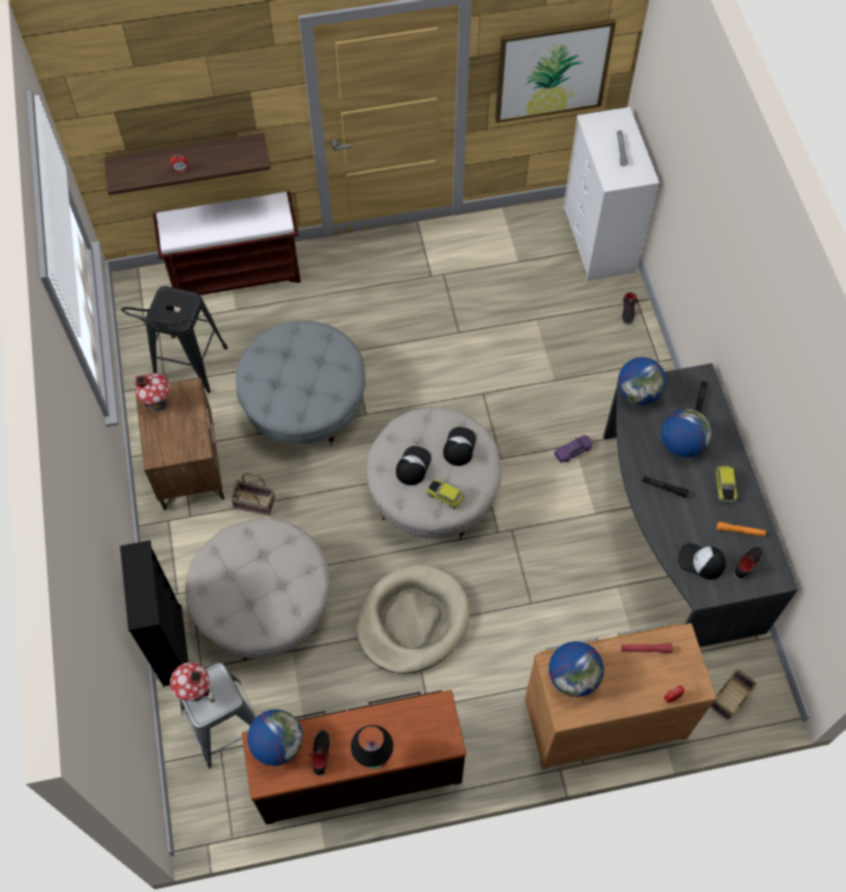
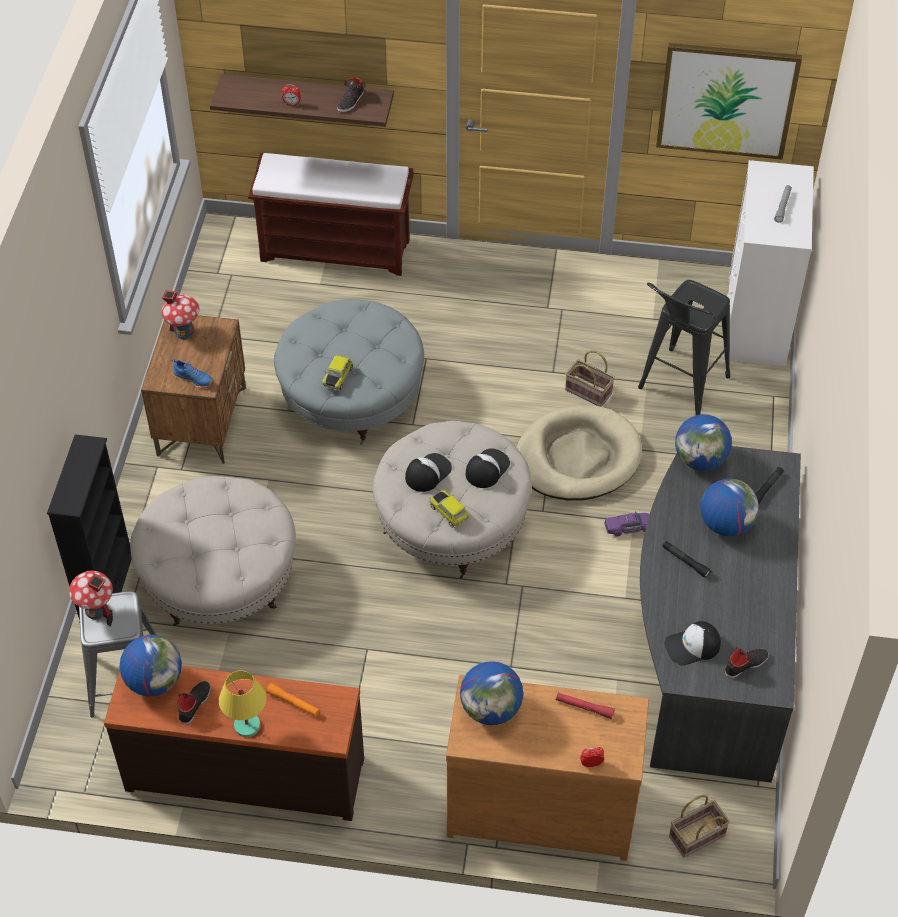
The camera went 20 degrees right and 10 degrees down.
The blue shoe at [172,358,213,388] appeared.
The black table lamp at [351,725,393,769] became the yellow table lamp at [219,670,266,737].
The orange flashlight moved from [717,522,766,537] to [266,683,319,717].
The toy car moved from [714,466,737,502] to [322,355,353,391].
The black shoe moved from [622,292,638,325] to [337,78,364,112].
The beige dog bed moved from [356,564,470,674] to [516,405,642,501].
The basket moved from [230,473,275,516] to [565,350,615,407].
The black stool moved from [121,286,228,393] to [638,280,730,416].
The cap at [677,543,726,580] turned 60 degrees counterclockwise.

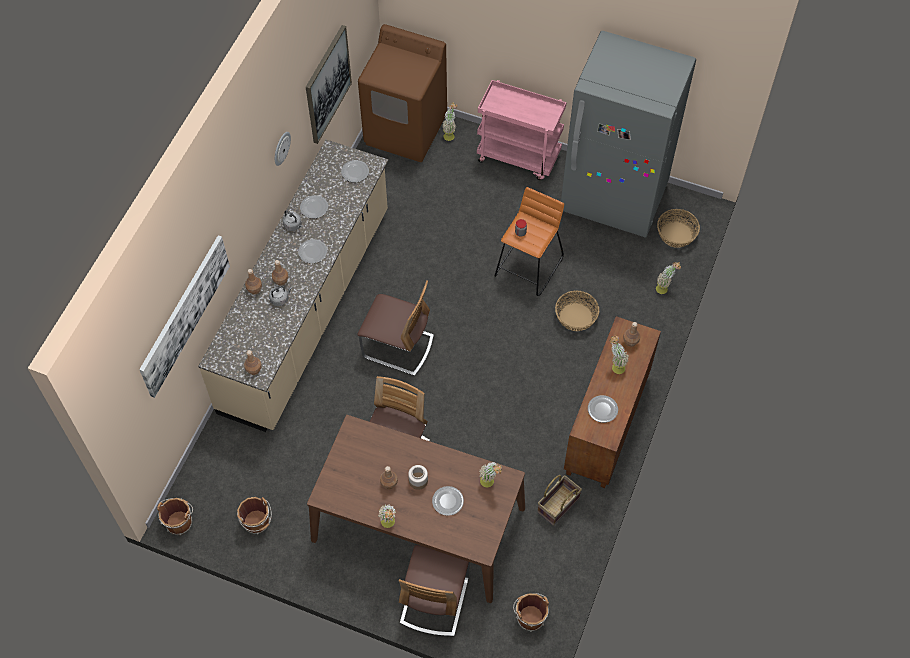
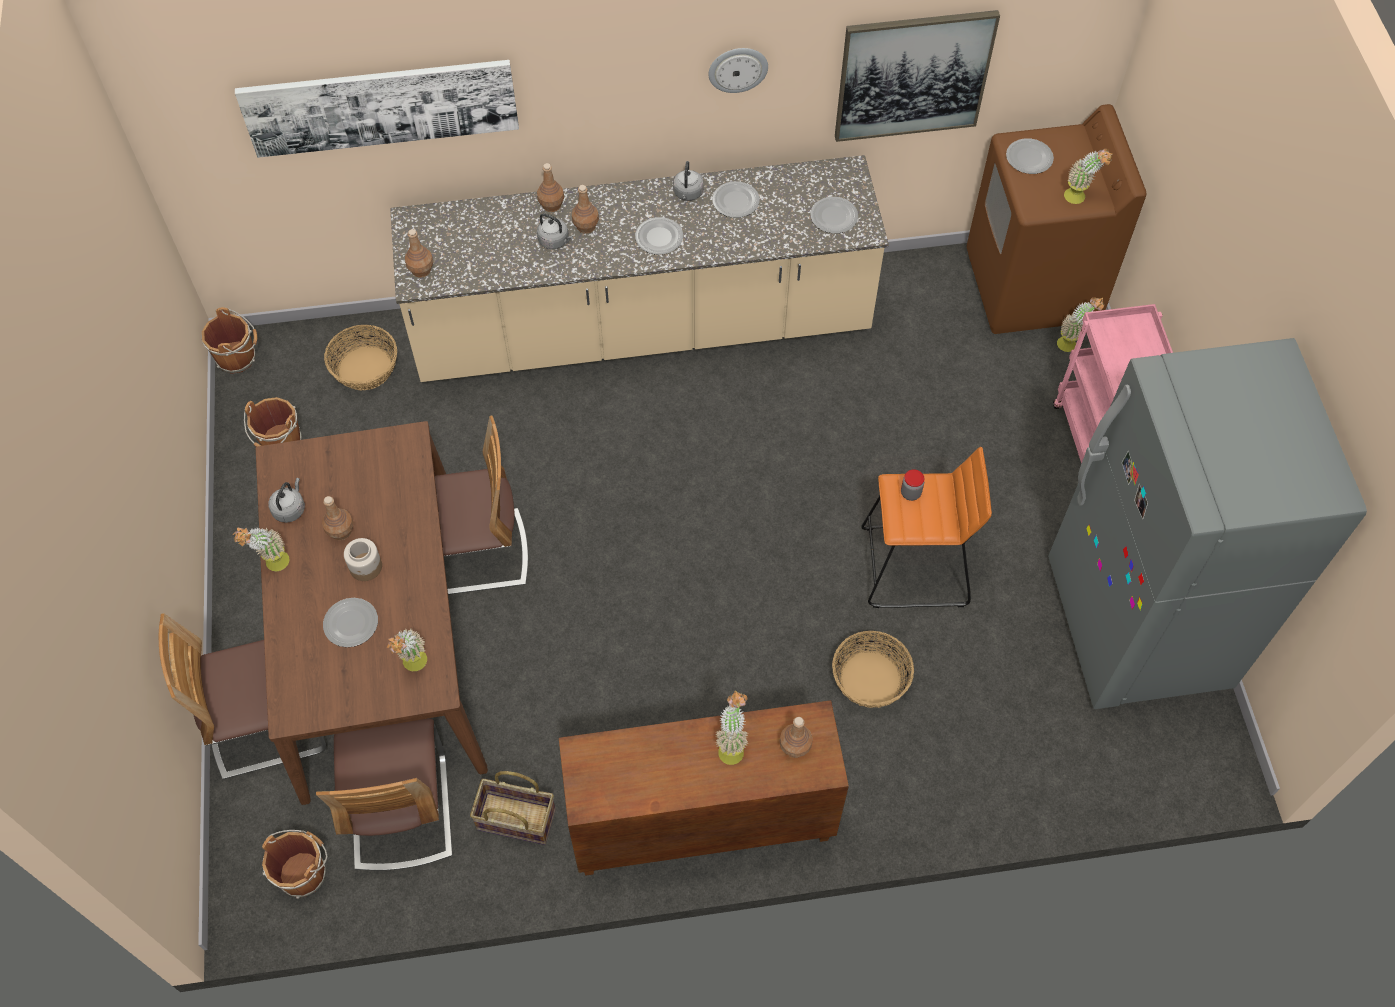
The camera went 60 degrees right and 0 degrees up.
The grey kettle at [269,478,305,523] appeared.
The chair moved from [357,280,434,376] to [316,719,452,871].
The basket moved from [657,209,700,248] to [324,325,397,390].
The plate moved from [588,395,618,423] to [1006,138,1054,174].
The potted plant moved from [656,262,681,294] to [1064,149,1112,204].

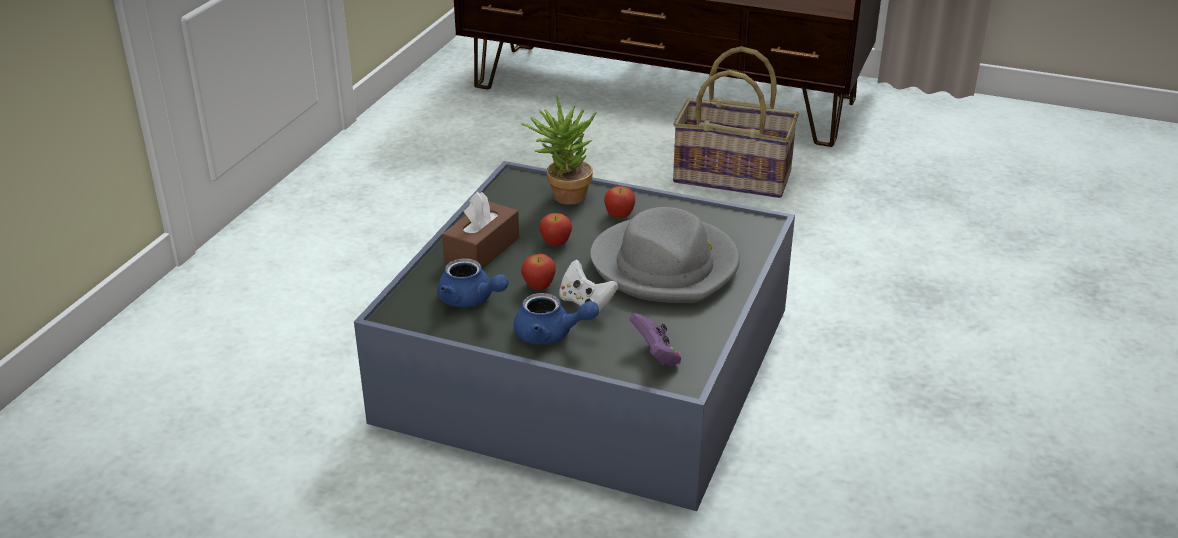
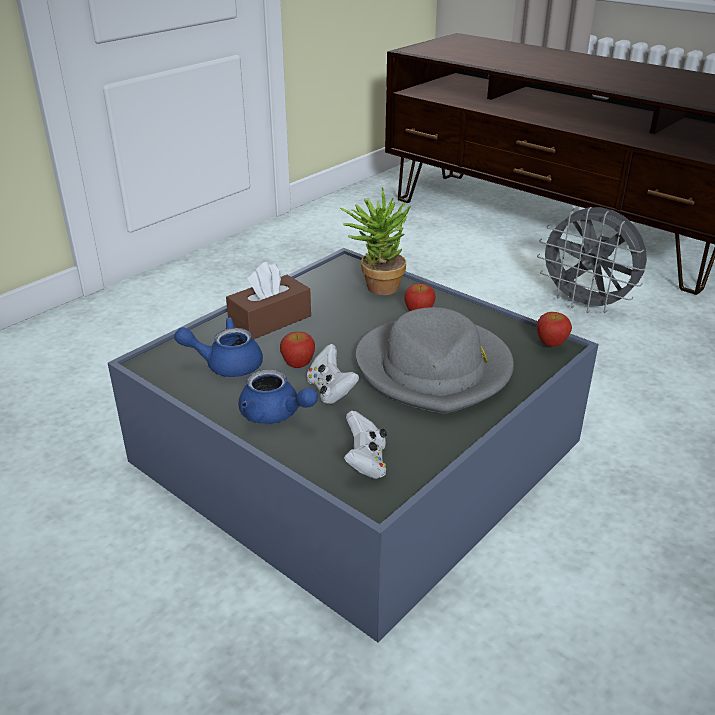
The camera went 20 degrees right and 0 degrees up.
The blue teapot at [437,258,509,307] turned 120 degrees clockwise.
The purple game controller at [629,313,681,367] became the white game controller at [344,411,387,479].
The apple moved from [539,213,572,246] to [536,312,572,347].
The basket at [673,46,799,198] was replaced by the grey fan at [537,207,647,313].

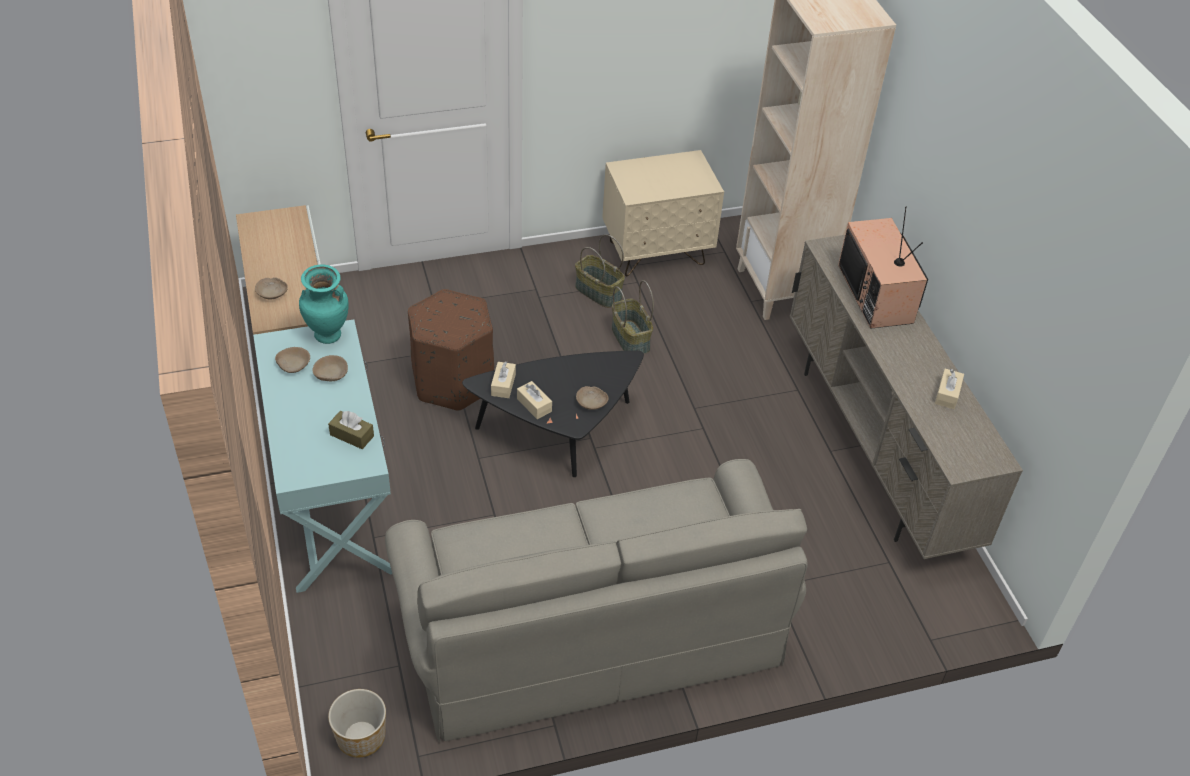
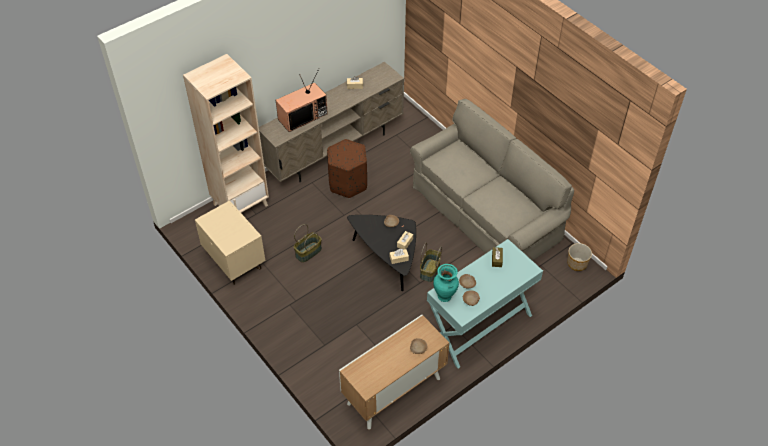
The camera went 110 degrees left and 5 degrees up.
The brown ottoman moved from [408,289,494,411] to [327,139,367,198].
The basket moved from [575,234,625,308] to [420,242,442,282].

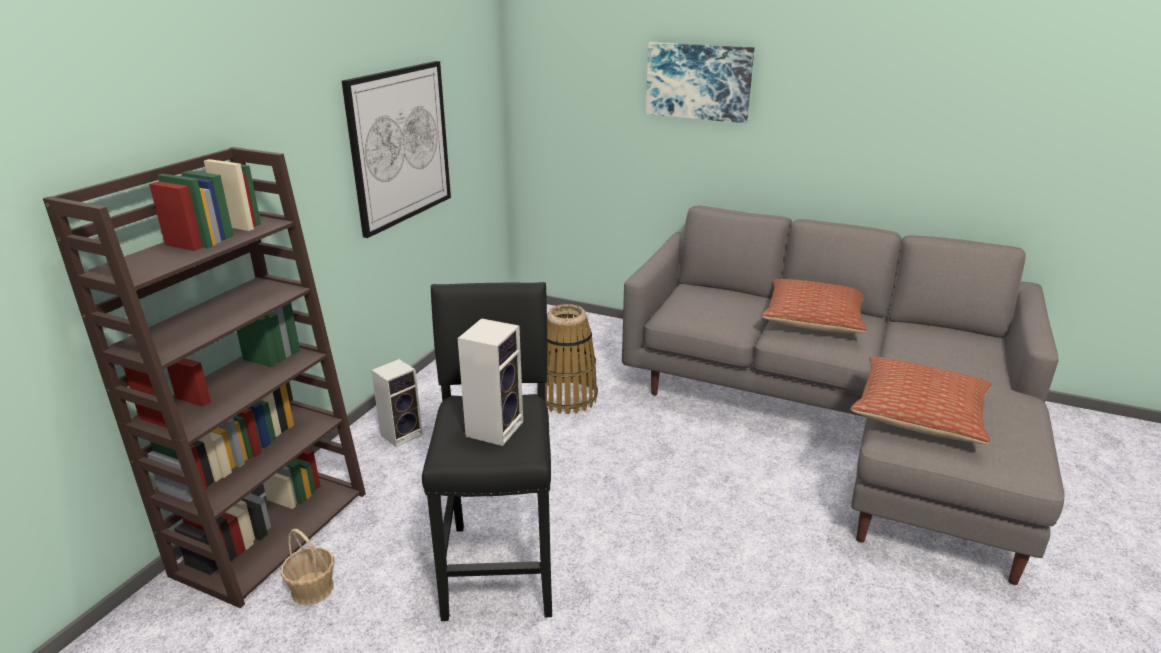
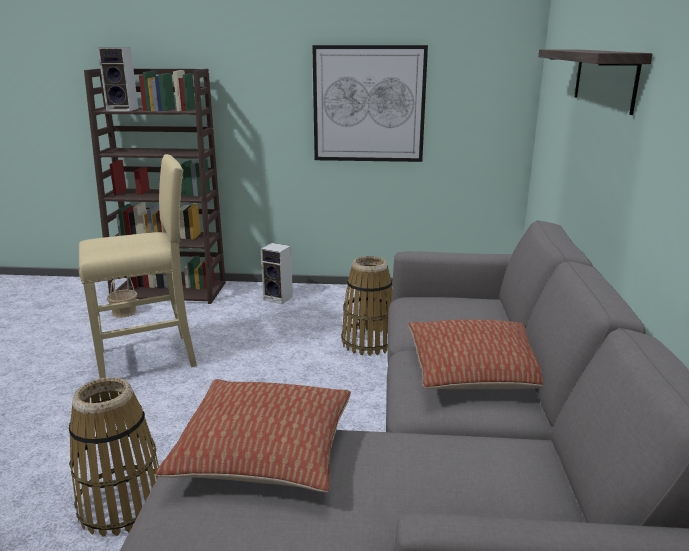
The camera went 70 degrees right and 5 degrees down.
The basket at [69,377,159,537] appeared.
The black stool at [422,282,552,621] became the beige stool at [79,154,197,379].
The speaker moved from [458,318,523,446] to [97,47,138,111].
The picture at [646,42,754,123] was replaced by the shelf at [538,49,652,115].

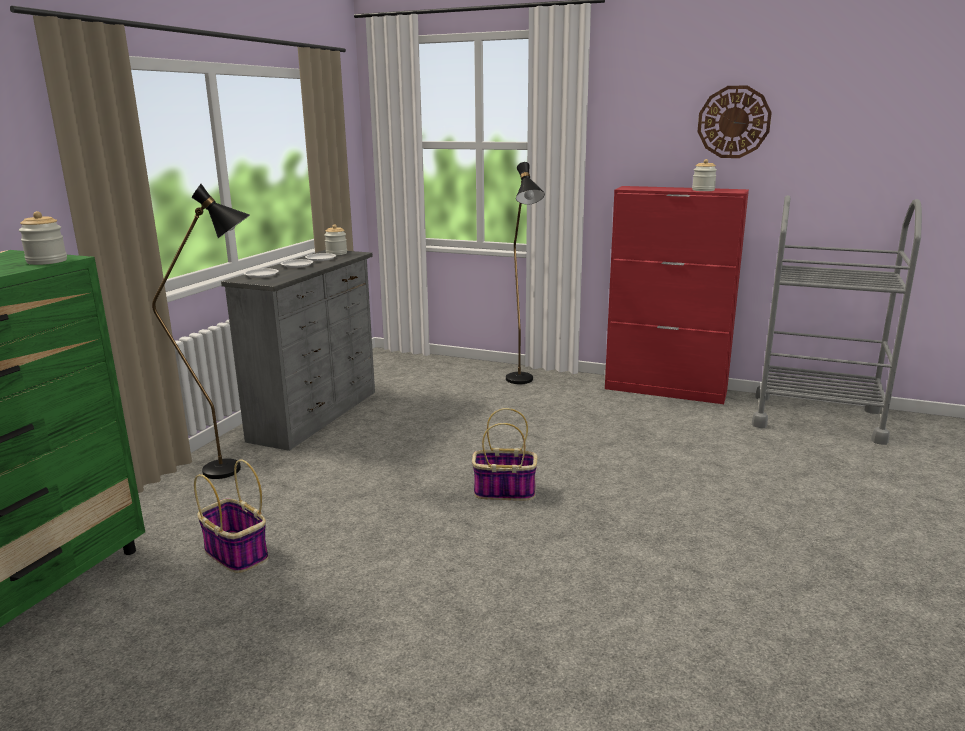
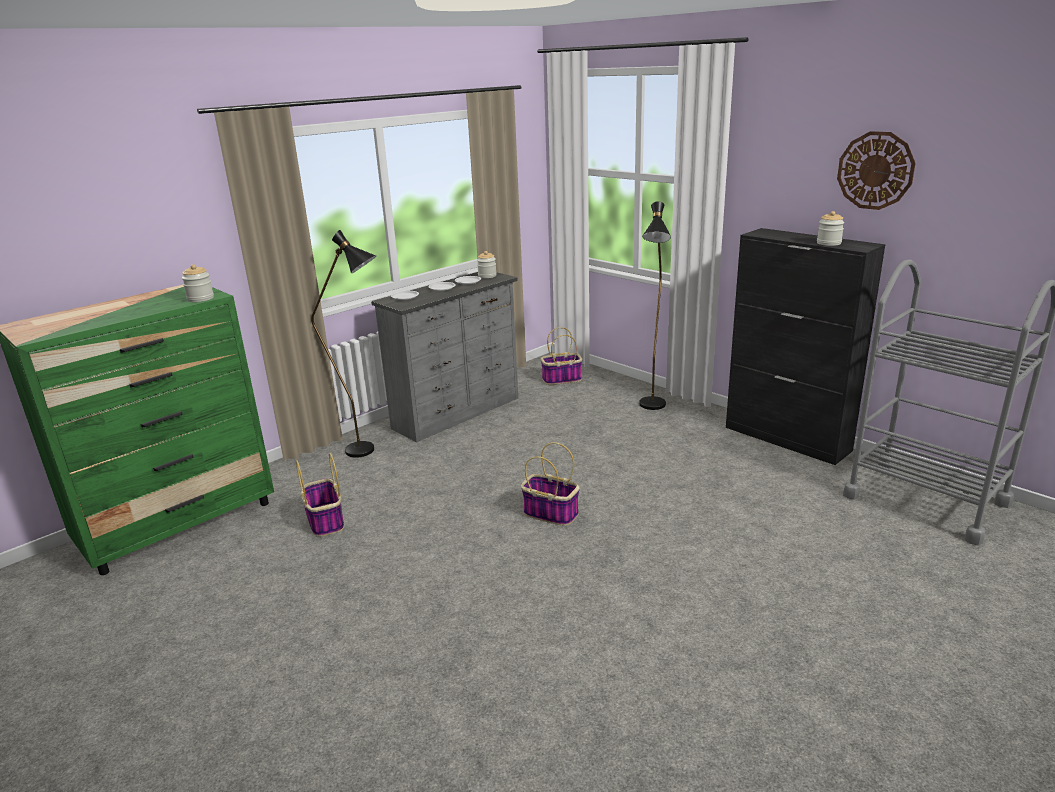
The camera went 25 degrees right and 5 degrees up.
The basket at [541,327,582,385] appeared.
The red cabinet at [605,186,749,404] became the black cabinet at [726,228,886,465].

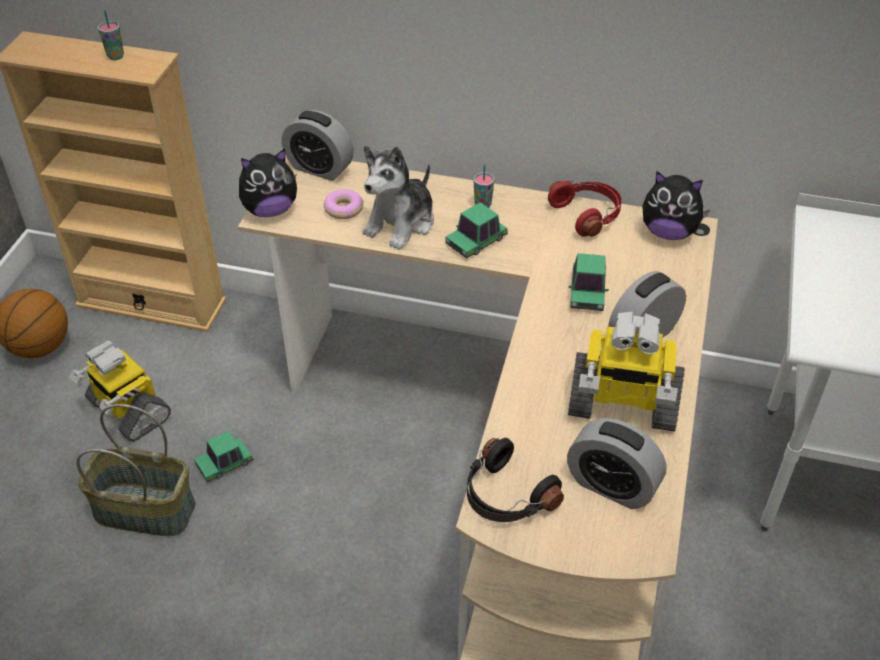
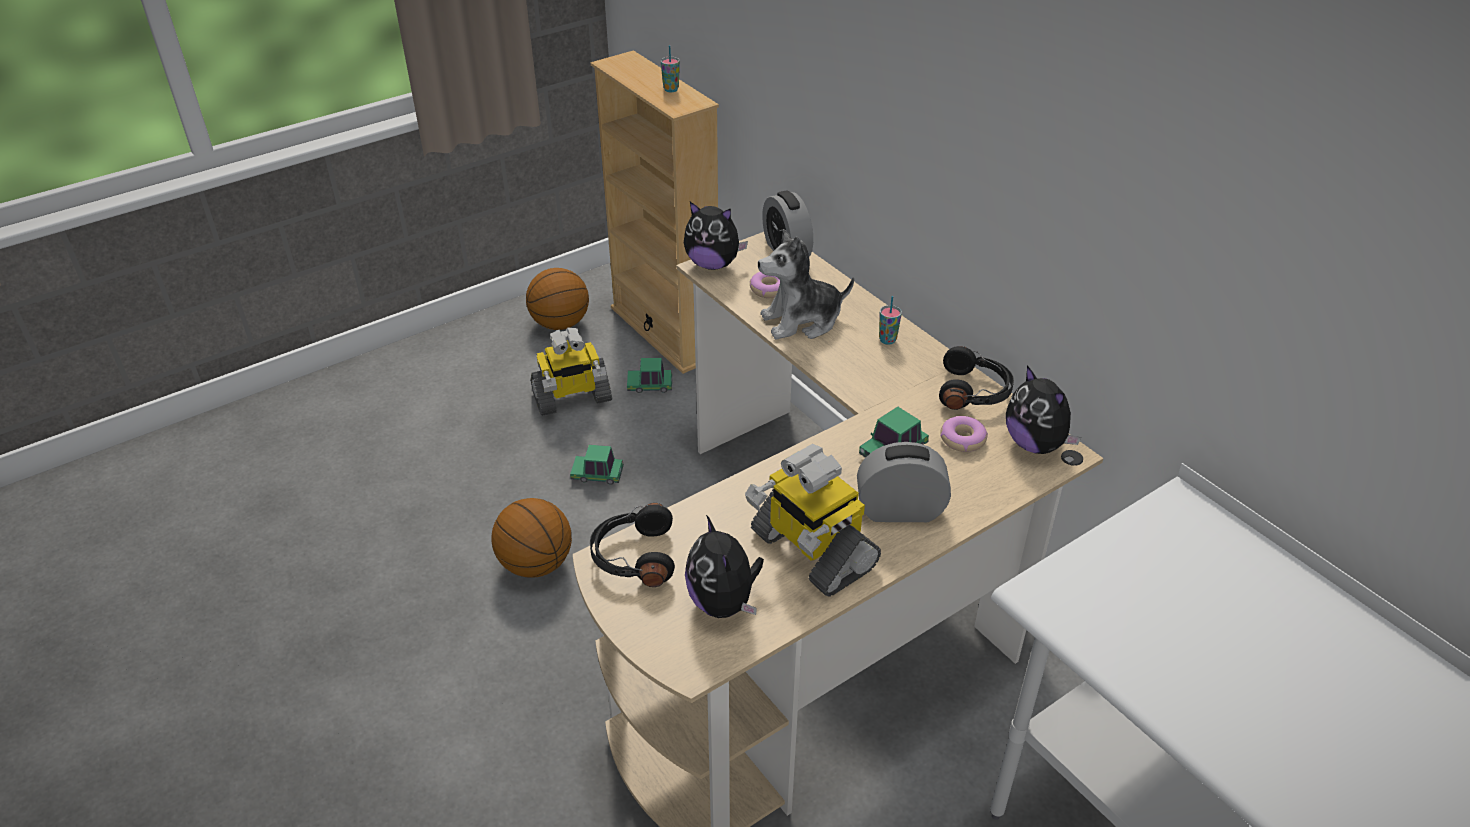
The camera went 40 degrees right and 5 degrees down.
The basketball at [491,498,572,578] appeared.
The toy robot at [70,340,171,442] turned 105 degrees counterclockwise.
The toy car moved from [446,202,508,259] to [627,358,672,393].
The alarm clock at [567,418,666,509] was replaced by the plush toy at [685,515,764,618].
The red headphones at [548,180,622,237] became the black headphones at [939,346,1014,410].
The donut at [940,416,988,452] appeared.
The basket at [76,404,196,536] disappeared.

